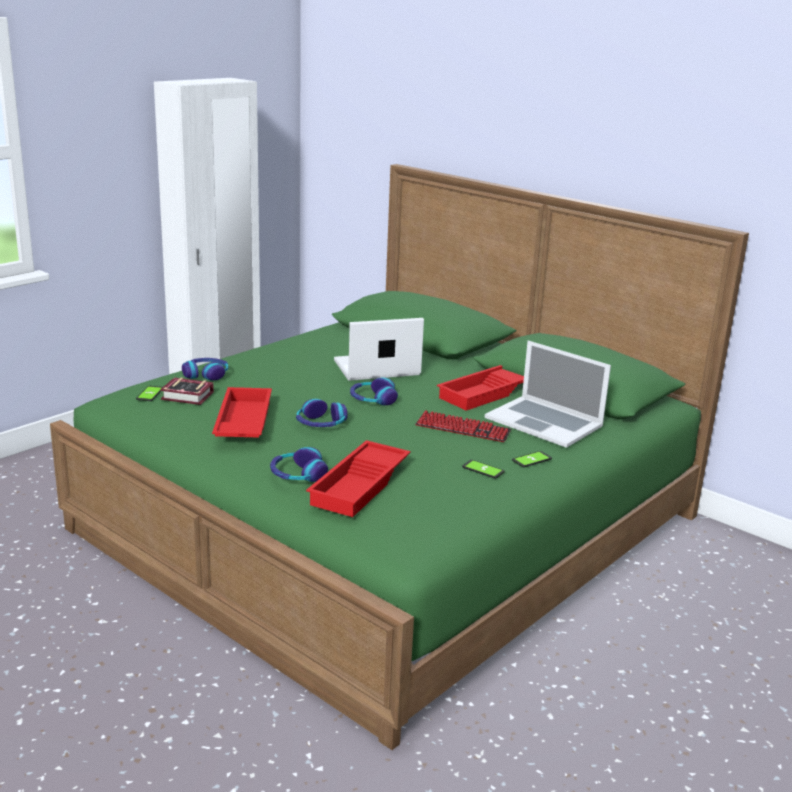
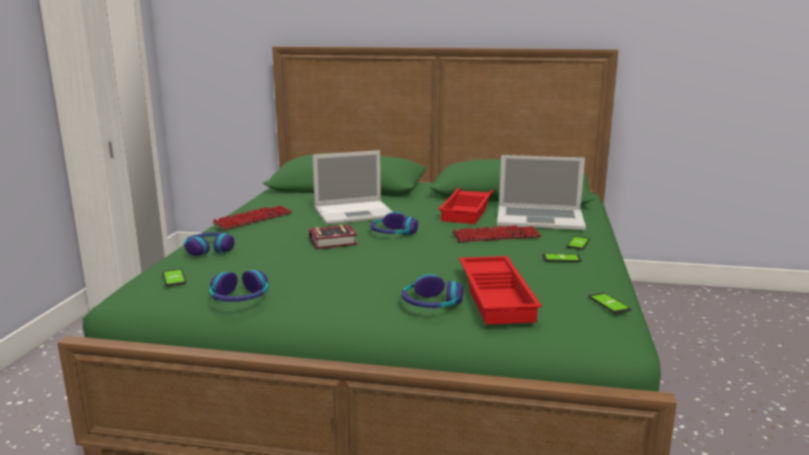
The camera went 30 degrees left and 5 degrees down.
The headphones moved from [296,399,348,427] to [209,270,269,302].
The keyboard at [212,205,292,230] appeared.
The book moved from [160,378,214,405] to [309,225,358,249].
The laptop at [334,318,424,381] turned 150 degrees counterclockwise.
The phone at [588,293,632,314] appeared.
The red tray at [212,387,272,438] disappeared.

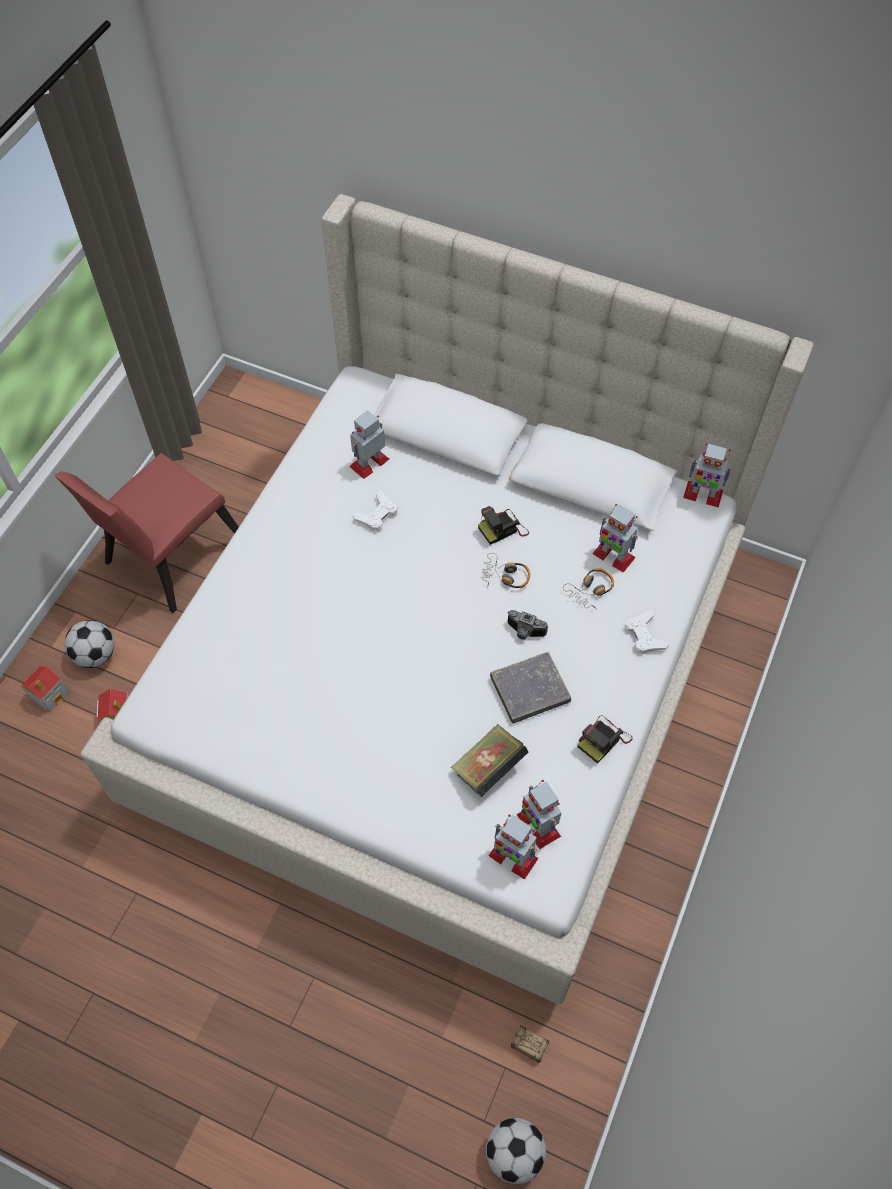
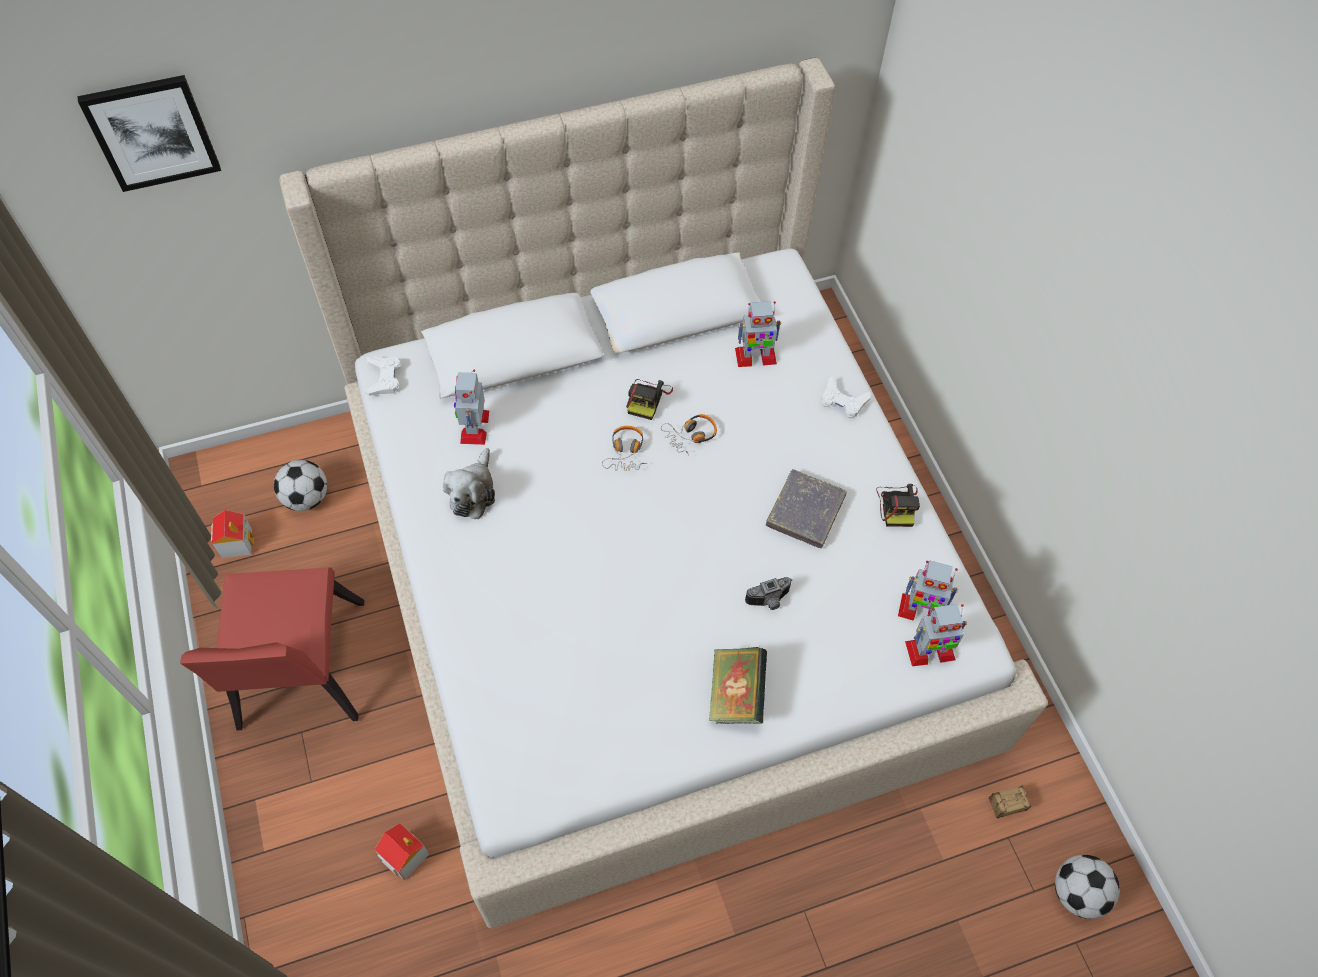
The camera went 45 degrees left and 0 degrees up.
The picture at [77,75,221,192] appeared.
The toy house moved from [21,665,69,712] to [211,510,254,558].
The football moved from [64,620,114,668] to [274,460,327,511].
The white game controller moved from [353,491,398,531] to [364,356,401,396].
The plush toy at [443,448,495,519] appeared.
The headphones moved from [563,568,614,608] to [602,426,647,471].
The book moved from [451,724,528,797] to [709,647,767,724].
The photo camera moved from [507,610,548,640] to [745,577,792,610].
The toy robot at [683,443,731,507] disappeared.

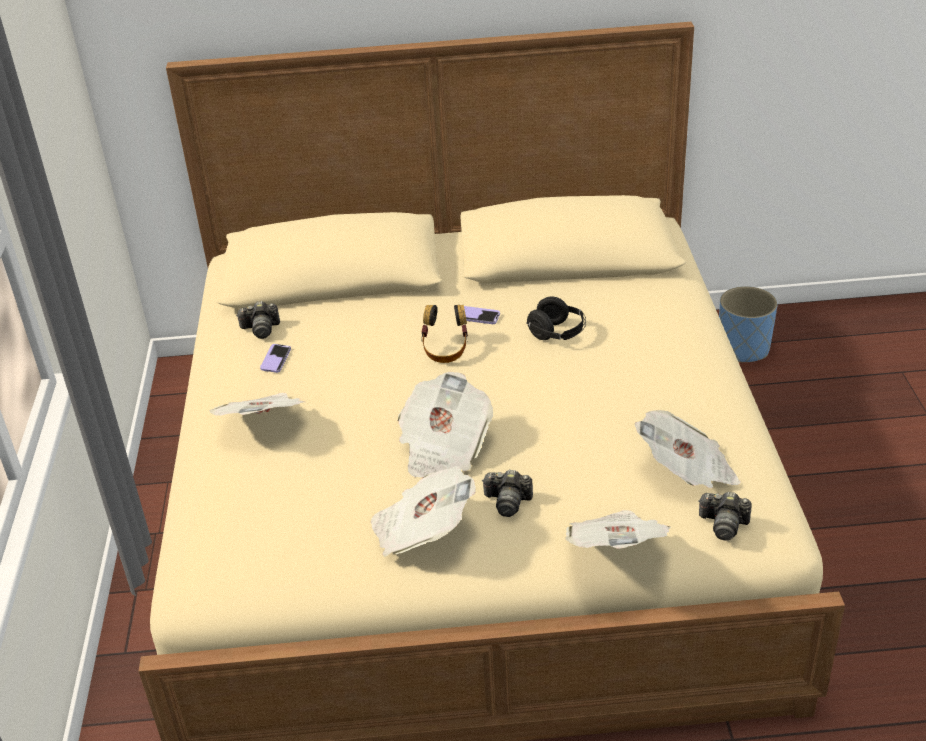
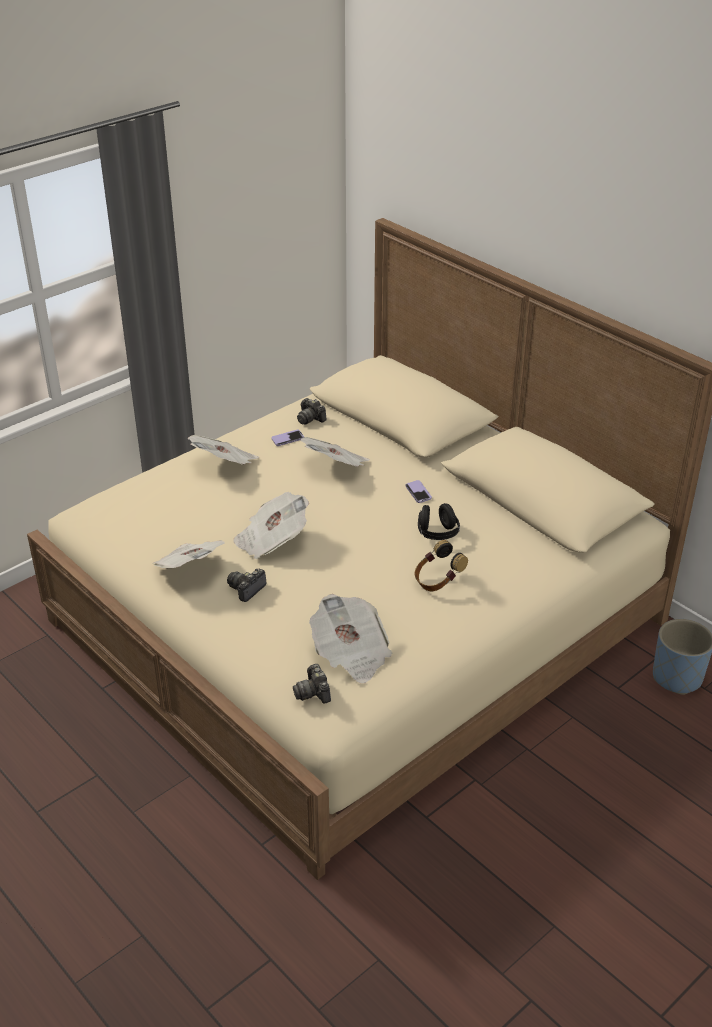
The camera went 50 degrees right and 0 degrees up.
The photo camera at [482,470,533,517] turned 60 degrees clockwise.
The newspaper moved from [565,510,671,549] to [300,437,370,467].
The headphones moved from [421,305,468,363] to [414,540,468,591].

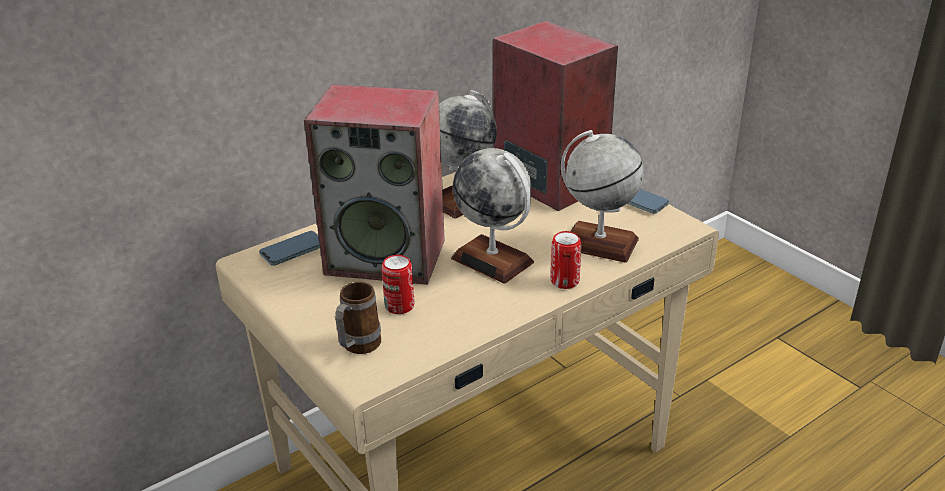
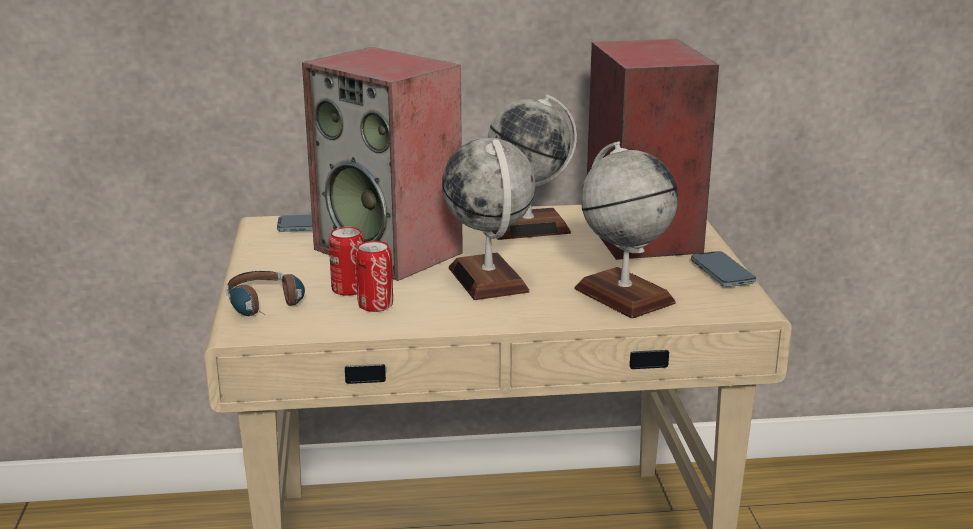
The camera went 30 degrees right and 10 degrees down.
The mug at [335,282,381,354] was replaced by the headphones at [225,271,305,318].
The can moved from [551,231,582,289] to [355,241,393,312].

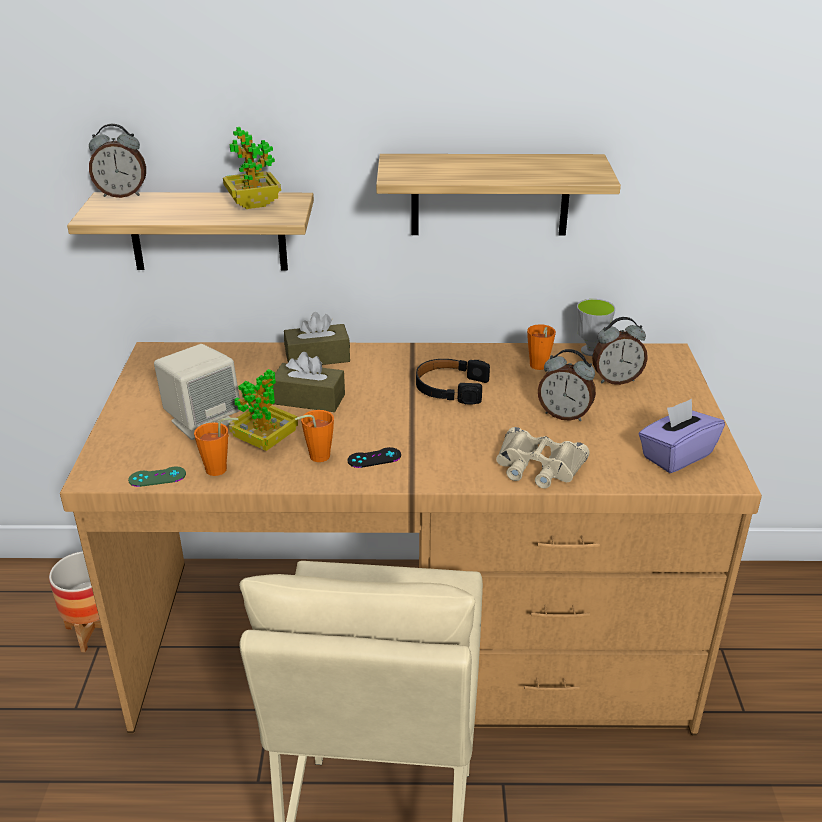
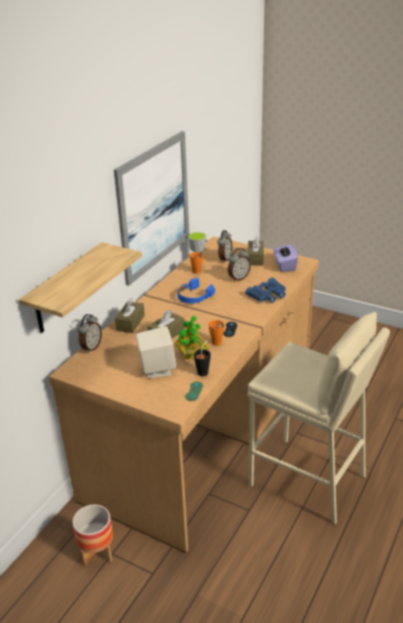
The camera went 60 degrees left and 0 degrees up.
The alarm clock moved from [89,124,146,198] to [78,314,102,353].
The shelf at [376,154,621,235] was replaced by the picture at [114,131,189,286].
The black headphones at [416,359,490,405] became the blue headphones at [177,278,215,303].
The orange cup at [194,418,239,476] became the black cup at [194,341,211,376].
The beige binoculars at [496,427,590,489] became the blue binoculars at [246,278,286,303].
The brown tissue box at [248,236,264,265] appeared.
The potted plant at [223,127,281,209] disappeared.

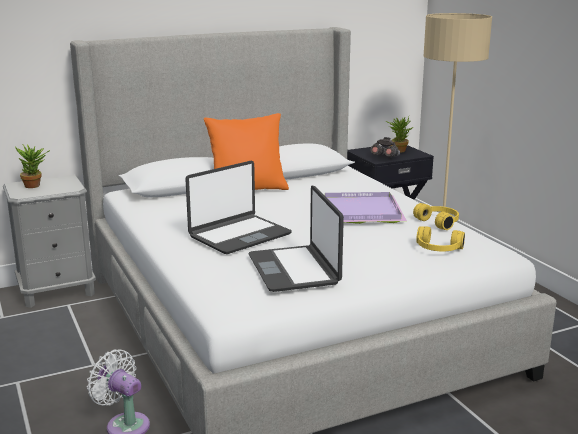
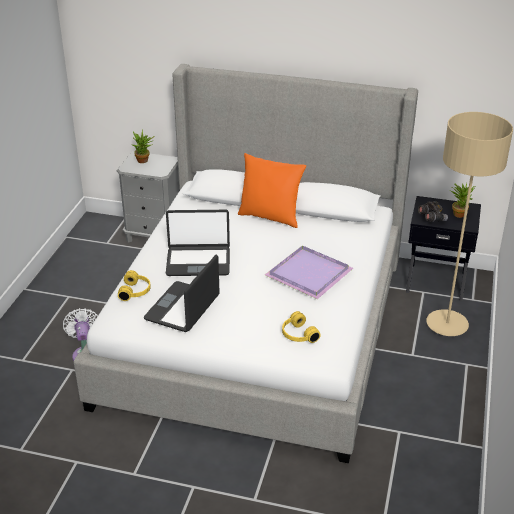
The camera went 40 degrees right and 15 degrees up.
The yellow headphones moved from [413,203,459,230] to [118,270,151,301].

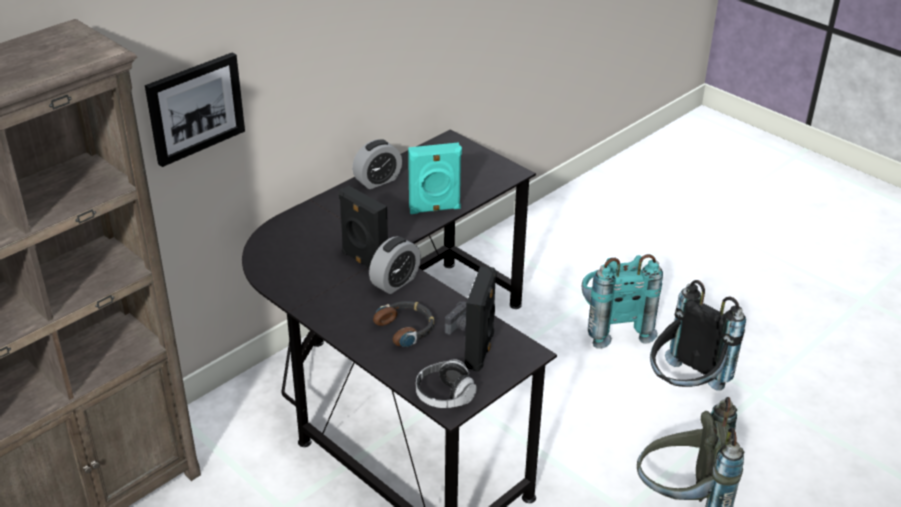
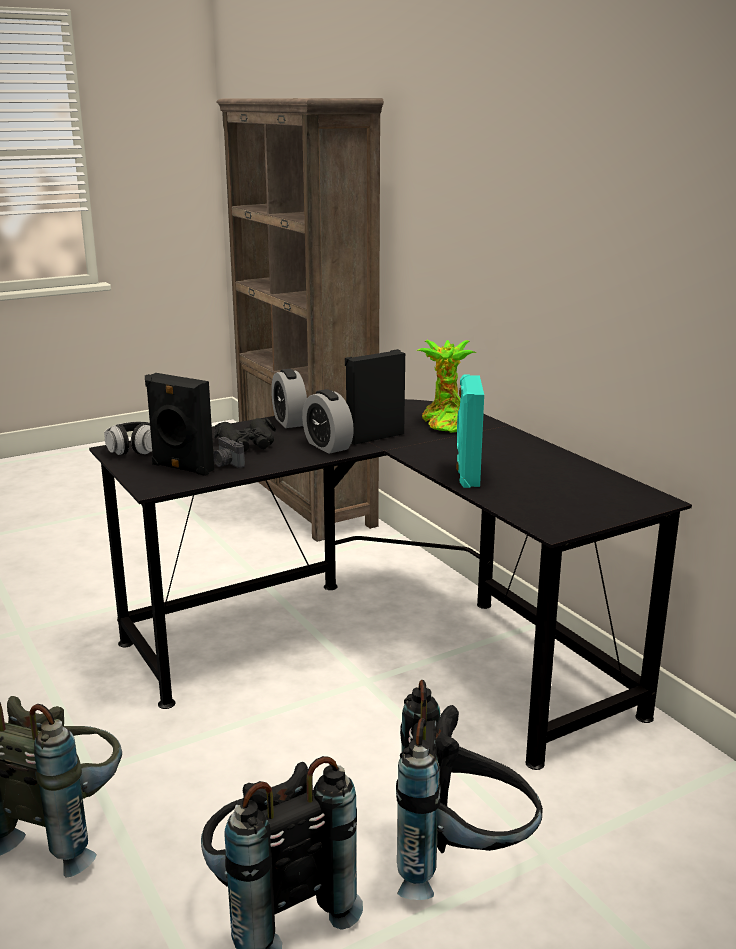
The camera went 105 degrees right and 15 degrees down.
The headphones at [373,301,434,347] was replaced by the black binoculars at [213,418,276,451].
The alarm clock moved from [352,139,402,189] to [271,369,307,428].
The turquoise backpack at [582,254,663,349] became the black backpack at [396,680,543,900].
The potted plant at [416,340,477,433] appeared.
The picture at [145,53,245,167] disappeared.

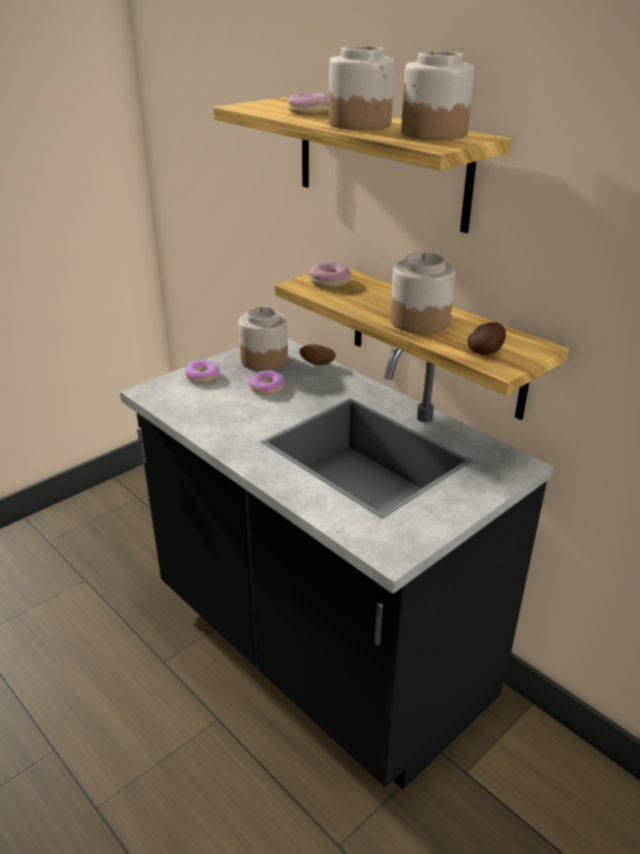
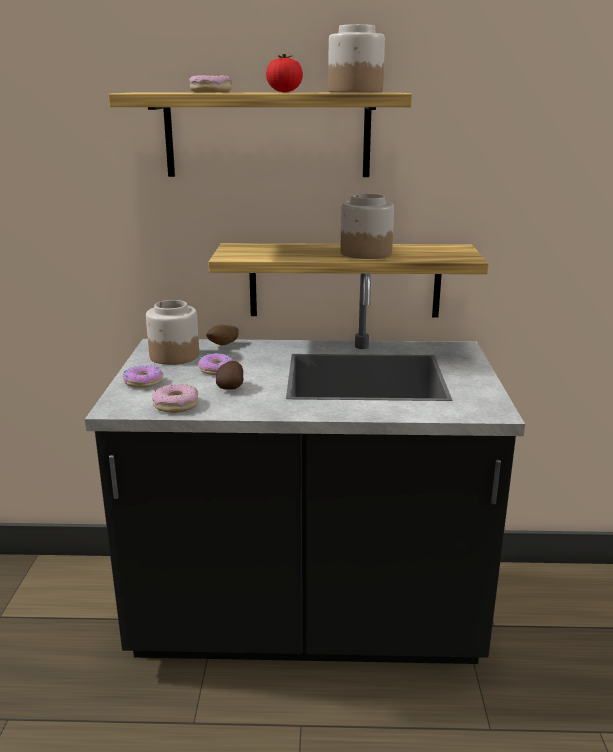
The camera went 45 degrees left and 10 degrees down.
The donut moved from [309,263,351,288] to [152,384,199,413].
The potato moved from [467,322,506,355] to [216,361,243,390].
The jar at [329,46,395,130] was replaced by the tomato at [266,54,303,92].

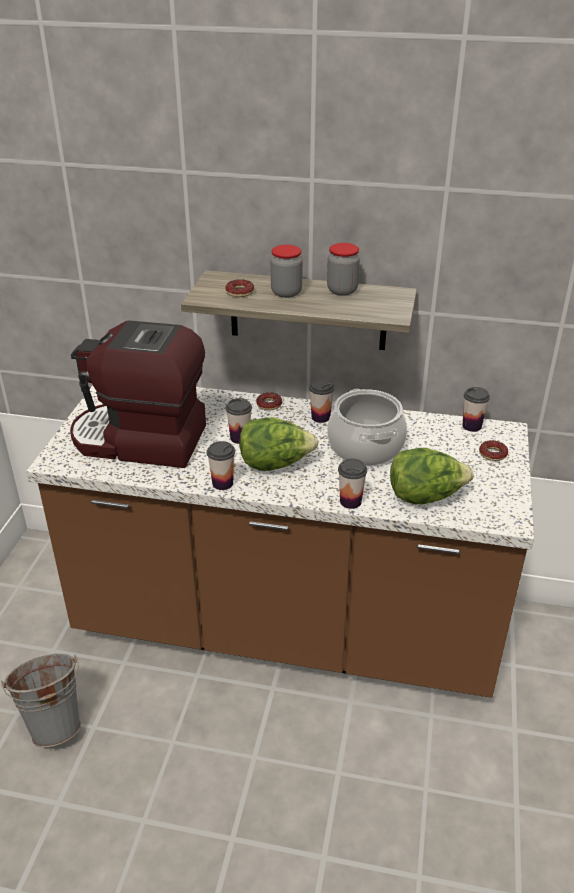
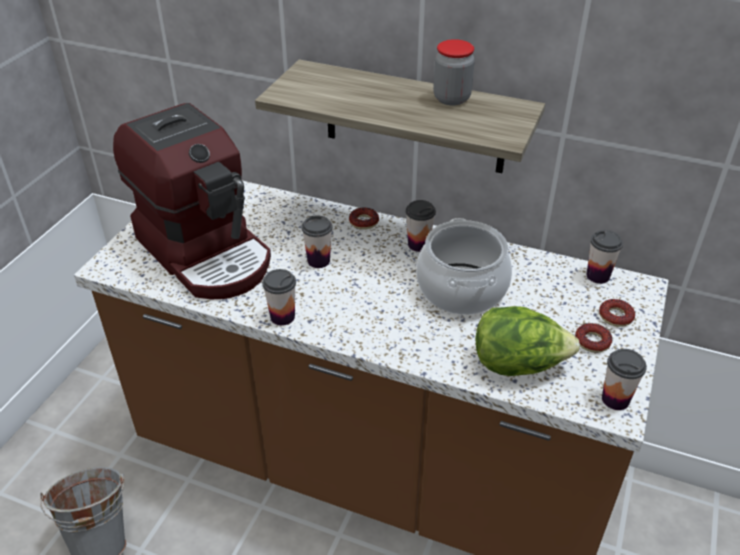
The camera went 10 degrees right and 5 degrees up.
The coffee machine at [70,320,206,468] turned 150 degrees counterclockwise.
The donut moved from [225,279,254,297] to [575,323,612,353].
The cup moved from [338,459,367,509] to [602,349,647,410].
The lettuce at [239,417,319,471] disappeared.
The jar at [270,245,303,298] disappeared.

